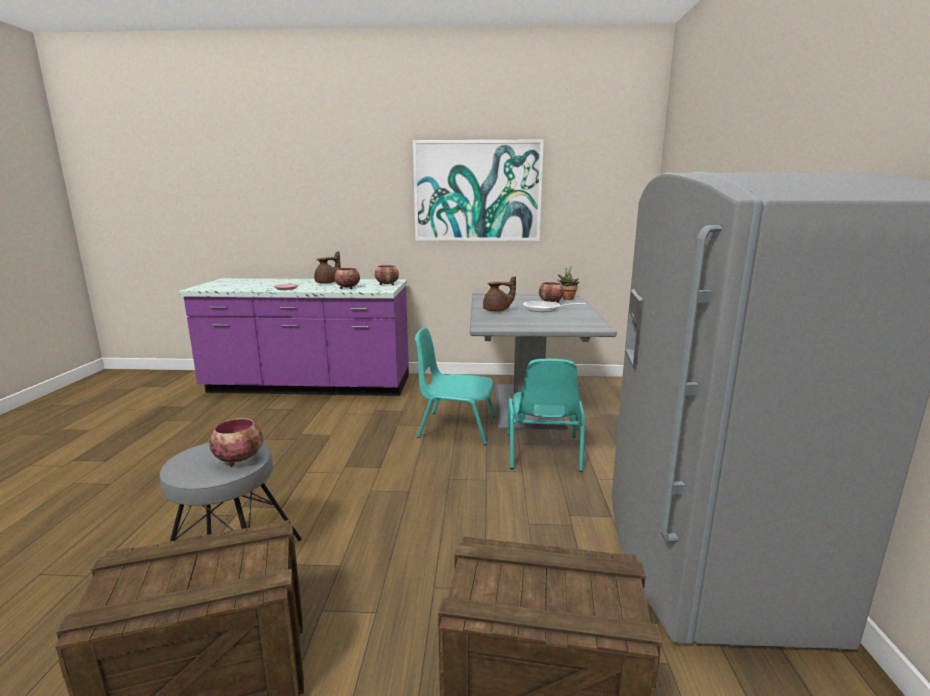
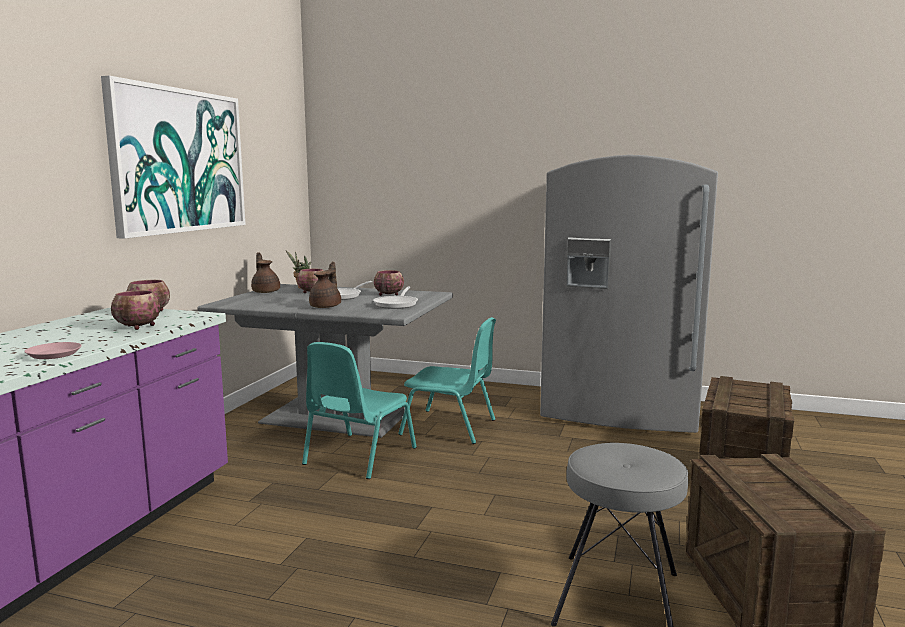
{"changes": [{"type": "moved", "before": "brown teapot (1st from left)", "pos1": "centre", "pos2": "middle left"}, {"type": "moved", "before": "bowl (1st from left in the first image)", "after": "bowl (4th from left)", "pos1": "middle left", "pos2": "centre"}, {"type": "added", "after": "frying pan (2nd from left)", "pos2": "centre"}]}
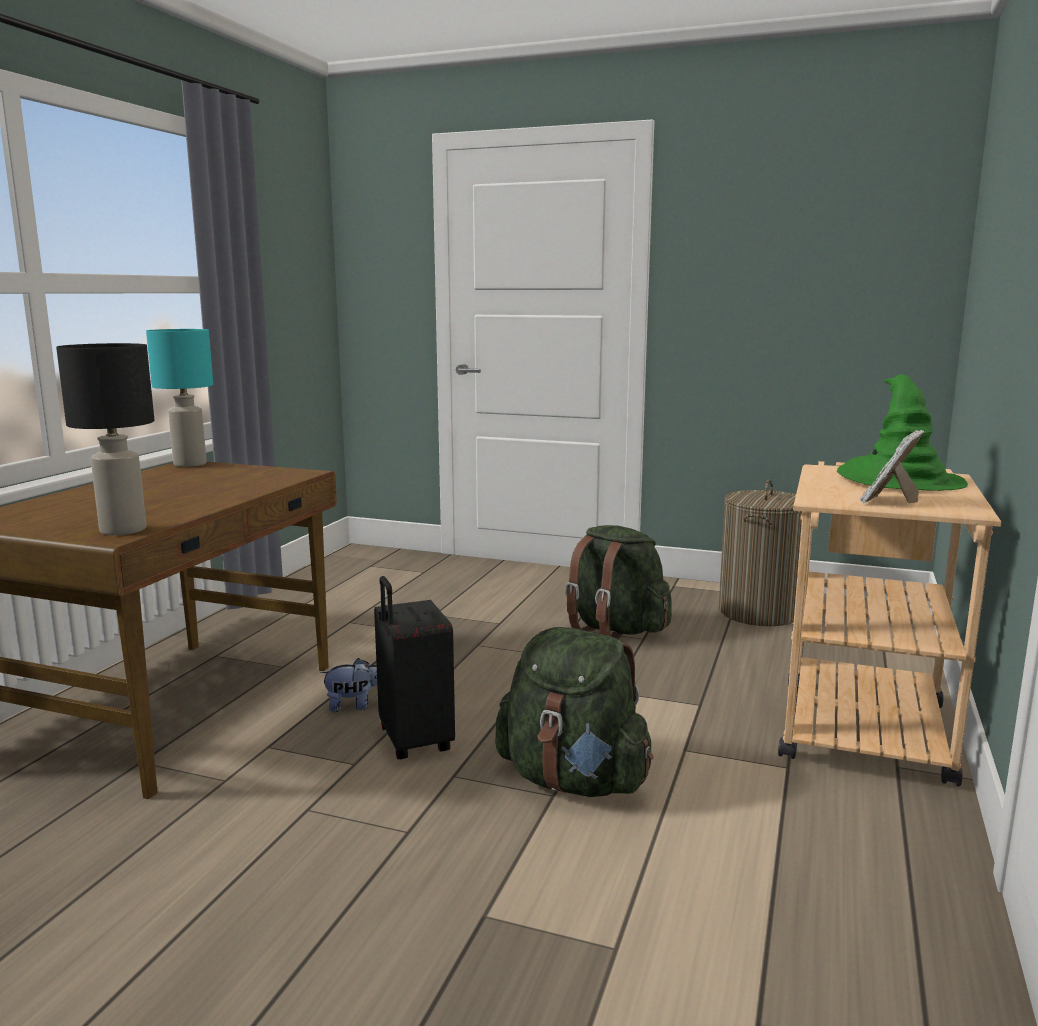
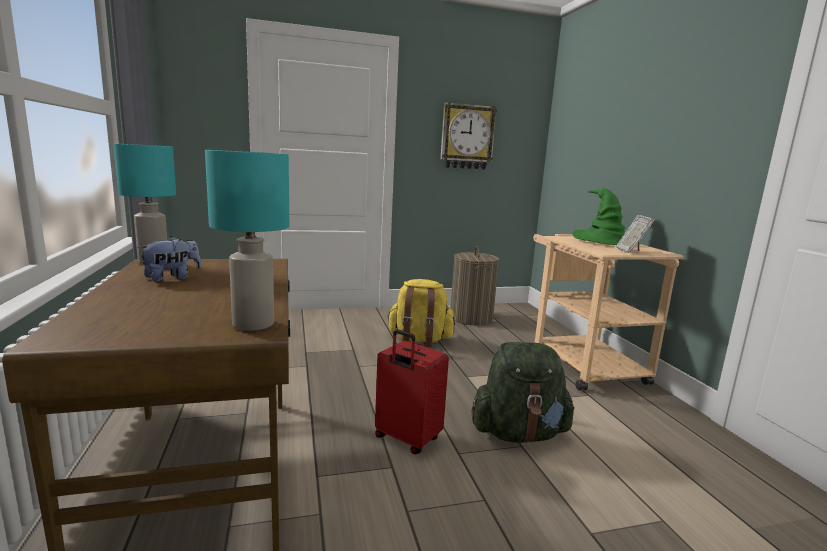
{"changes": [{"type": "recoloured", "before": "black lamp for a table", "after": "turquoise-coloured lamp for a table (2nd from left)", "pos1": "middle left", "pos2": "middle left"}, {"type": "recoloured", "before": "green-coloured rucksack (2nd from left)", "after": "yellowish rucksack", "pos1": "centre", "pos2": "centre"}, {"type": "recoloured", "before": "black piece of luggage", "after": "red-coloured piece of luggage", "pos1": "centre", "pos2": "bottom centre"}, {"type": "moved", "before": "plush toy", "pos1": "bottom centre", "pos2": "middle left"}, {"type": "added", "after": "hanging clock", "pos2": "top centre"}]}
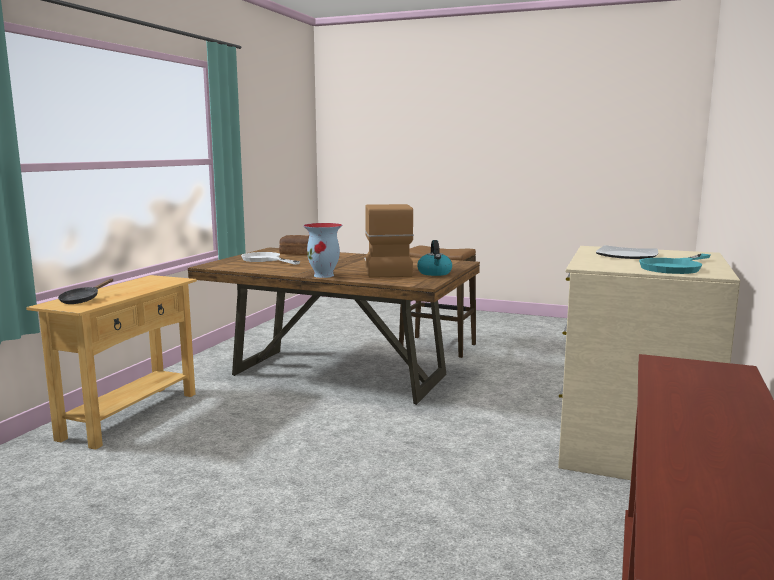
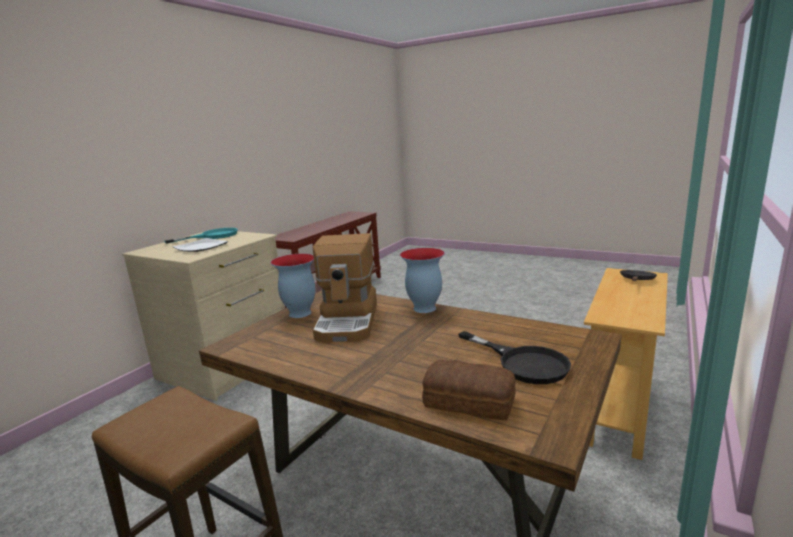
{"changes": [{"type": "replaced", "before": "water kettle", "after": "vase (1st from left)", "pos1": "centre", "pos2": "centre"}, {"type": "recoloured", "before": "white-coloured frying pan", "after": "black frying pan (1st from left)", "pos1": "centre", "pos2": "centre"}]}
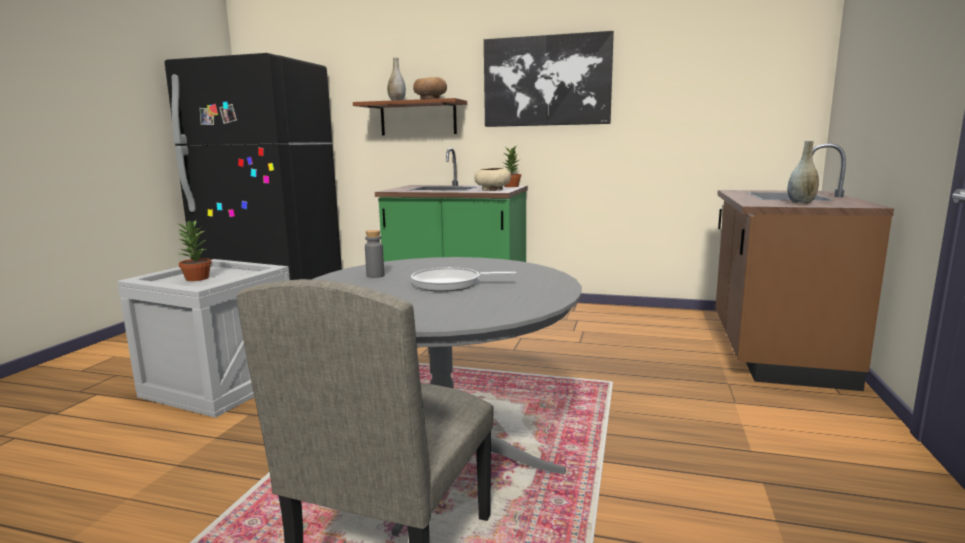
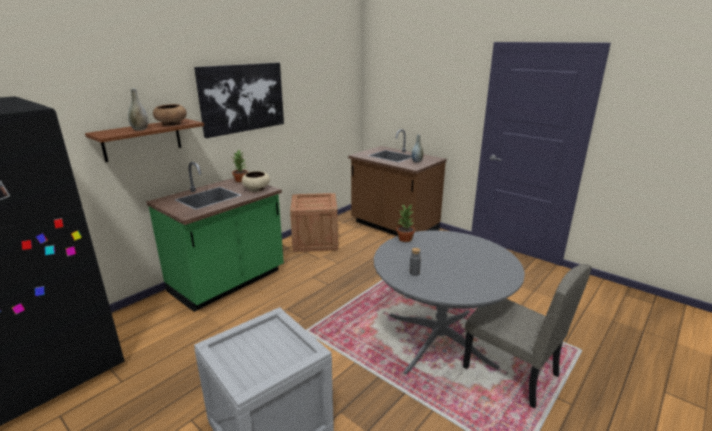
{"changes": [{"type": "moved", "before": "plant in a pot (1st from left in the first image)", "after": "plant in a pot (2nd from left)", "pos1": "middle left", "pos2": "centre"}, {"type": "removed", "before": "frying pan", "pos1": "centre"}, {"type": "added", "after": "crate (2nd from left)", "pos2": "centre"}]}
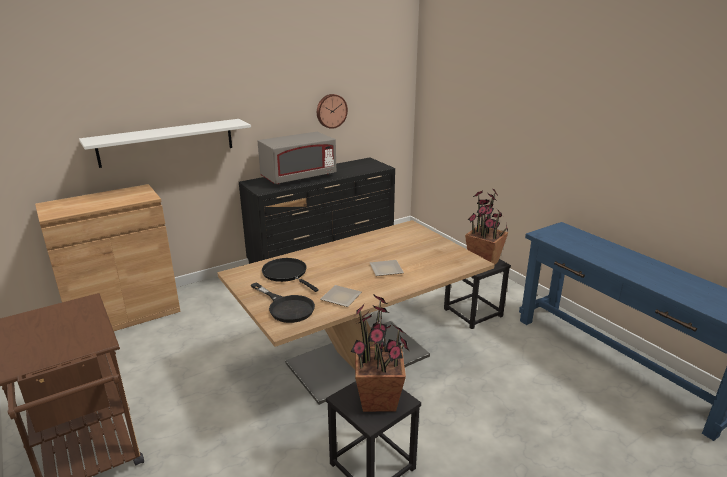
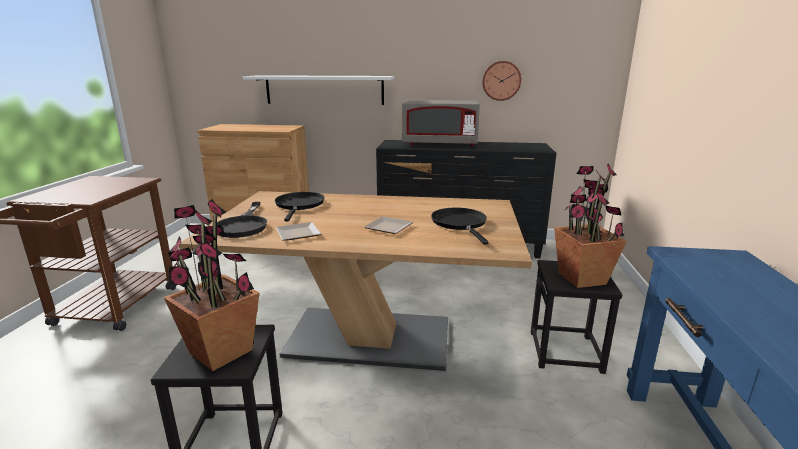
{"changes": [{"type": "added", "after": "black frying pan (3rd from left)", "pos2": "centre"}]}
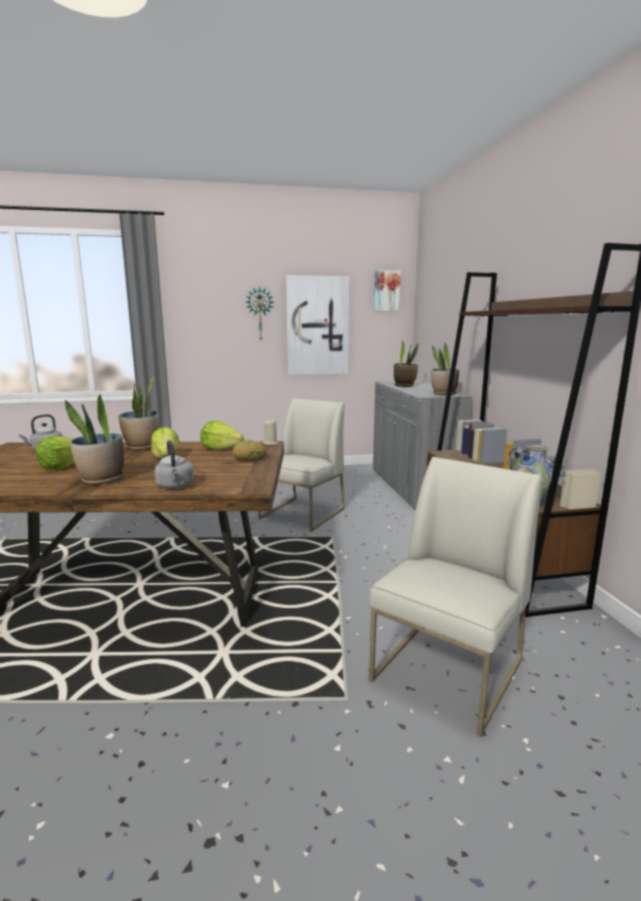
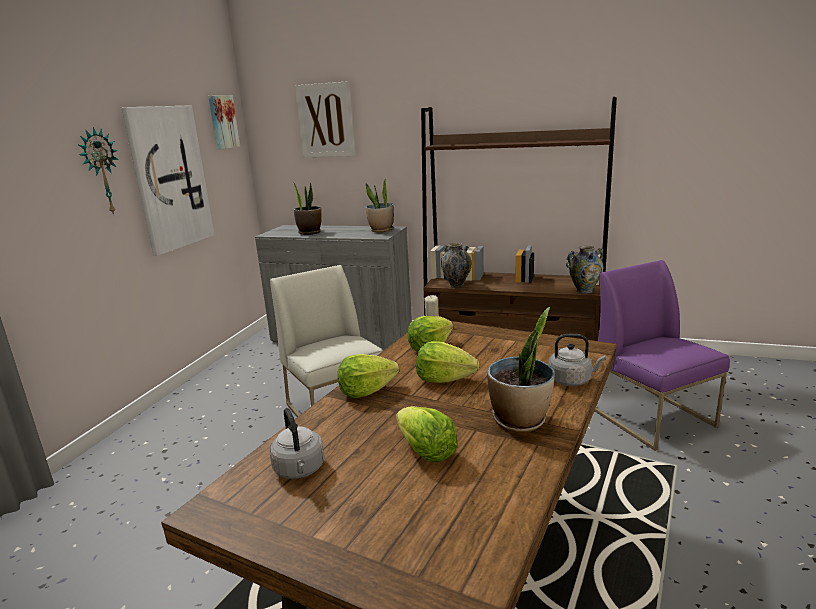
{"changes": [{"type": "replaced", "before": "plant in a pot (2nd from left)", "after": "lettuce head (1st from left)", "pos1": "middle left", "pos2": "centre"}, {"type": "removed", "before": "baked bread", "pos1": "centre"}, {"type": "recoloured", "before": "white-coloured upright chair (2nd from left)", "after": "purplish upright chair", "pos1": "middle right", "pos2": "middle right"}, {"type": "added", "after": "wall picture (3rd from left)", "pos2": "top centre"}, {"type": "added", "after": "vase (1st from left)", "pos2": "centre"}]}
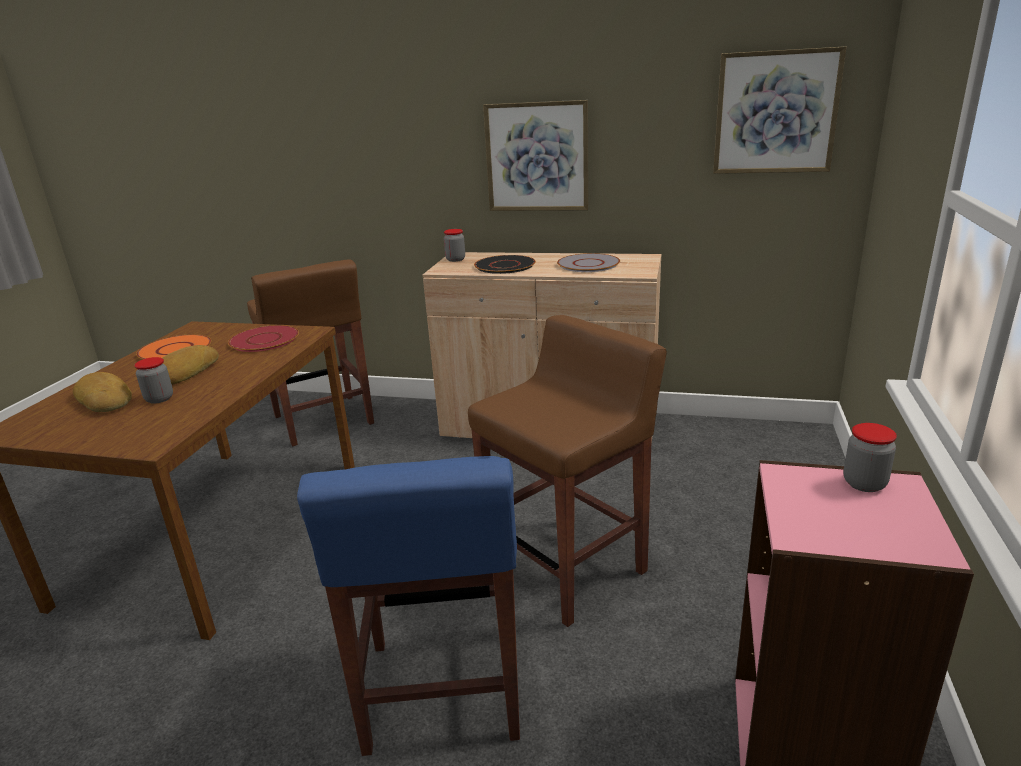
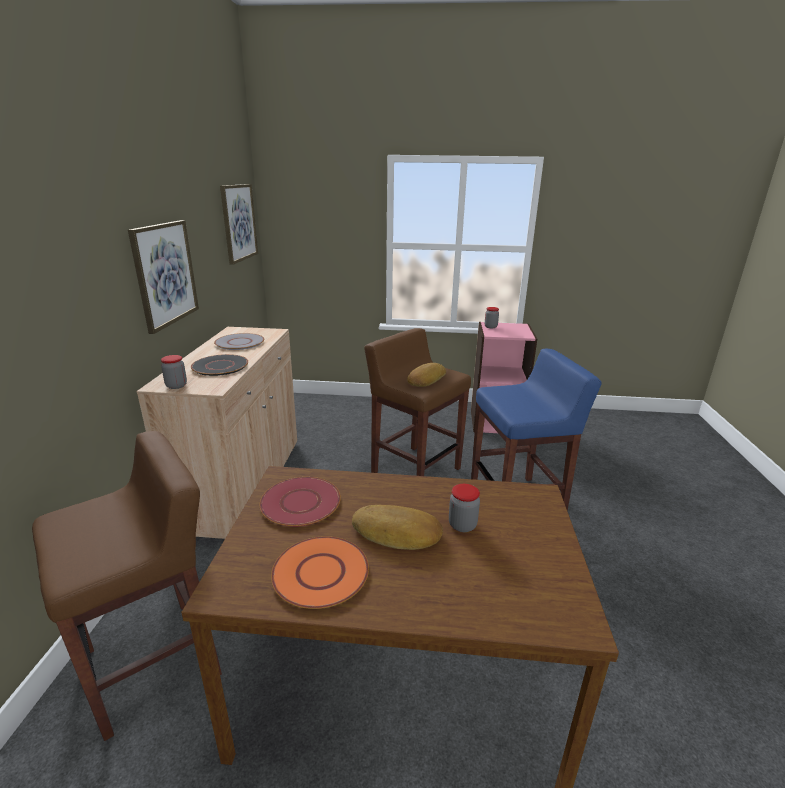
{"changes": [{"type": "moved", "before": "baked bread (1st from left in the first image)", "after": "baked bread (2nd from left)", "pos1": "middle left", "pos2": "centre"}]}
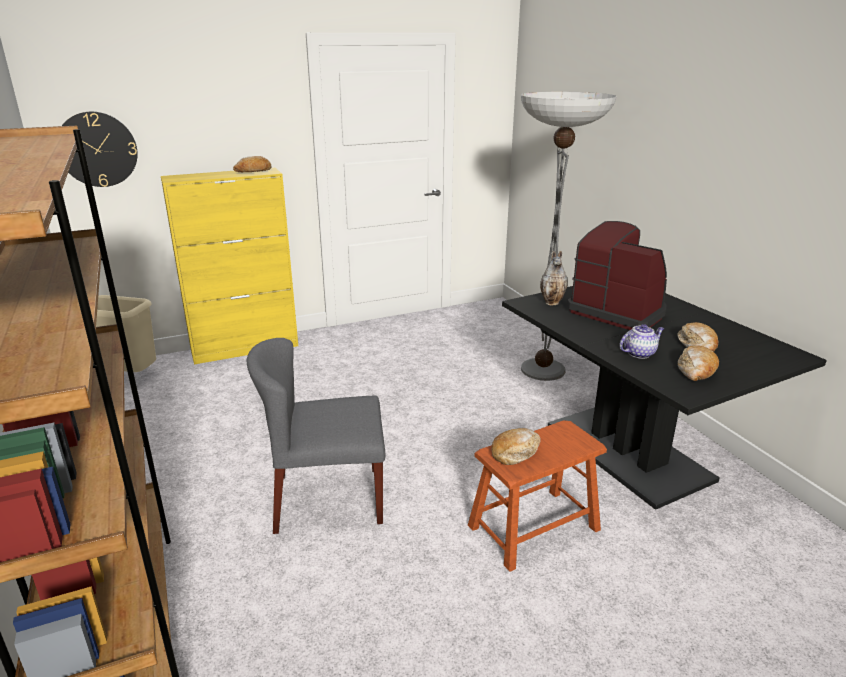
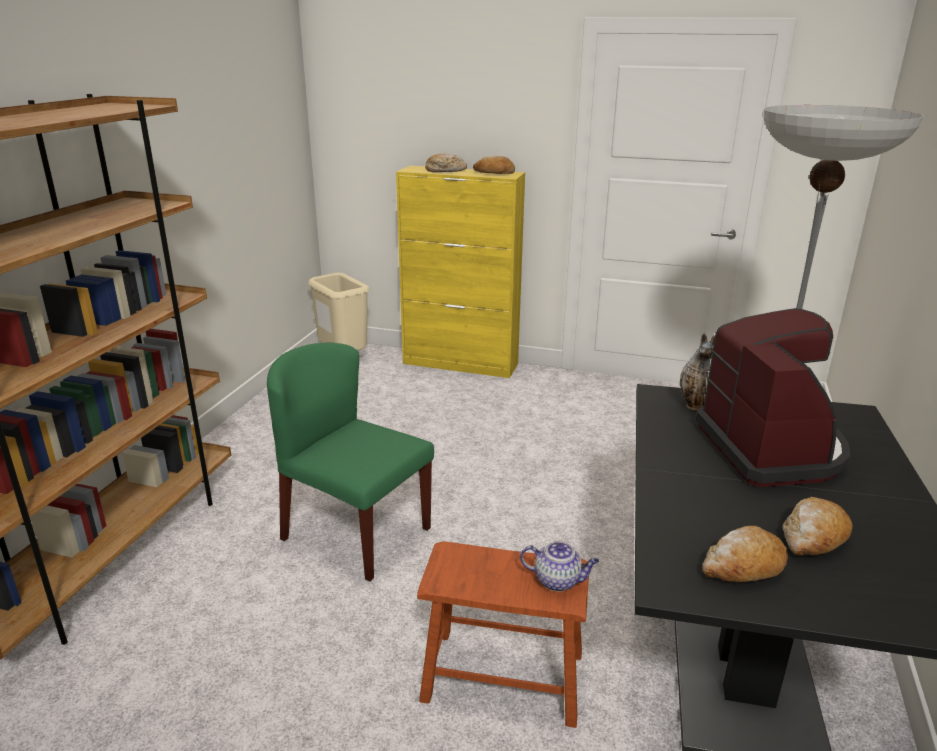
{"changes": [{"type": "removed", "before": "hanging clock", "pos1": "top left"}, {"type": "moved", "before": "teapot", "pos1": "middle right", "pos2": "bottom centre"}, {"type": "recoloured", "before": "gray upright chair", "after": "green-coloured upright chair", "pos1": "centre", "pos2": "centre"}, {"type": "moved", "before": "baked bread (2nd from left in the first image)", "after": "baked bread (1st from left)", "pos1": "centre", "pos2": "top centre"}]}
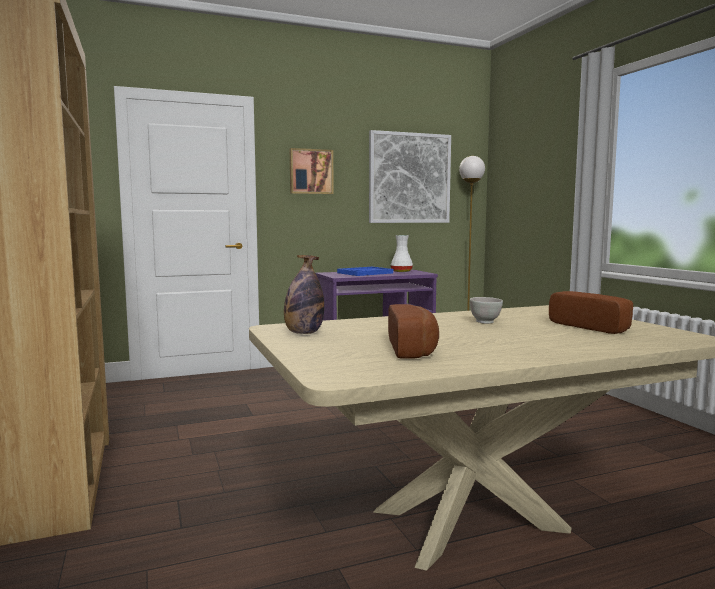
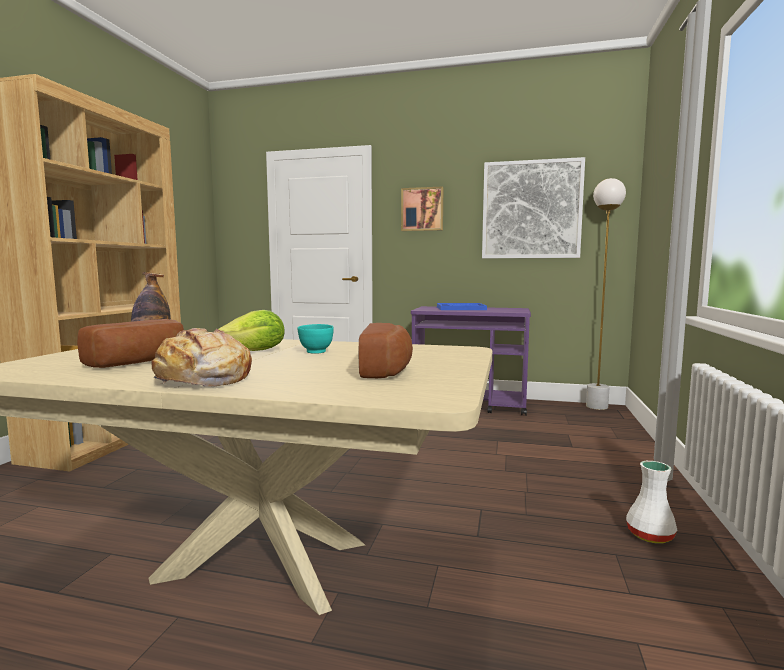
{"changes": [{"type": "moved", "before": "white-coloured vase", "pos1": "centre", "pos2": "bottom right"}, {"type": "recoloured", "before": "white-coloured bowl", "after": "turquoise-coloured bowl", "pos1": "middle right", "pos2": "centre"}, {"type": "added", "after": "lettuce head", "pos2": "middle left"}, {"type": "added", "after": "baked bread (2nd from left)", "pos2": "middle left"}]}
